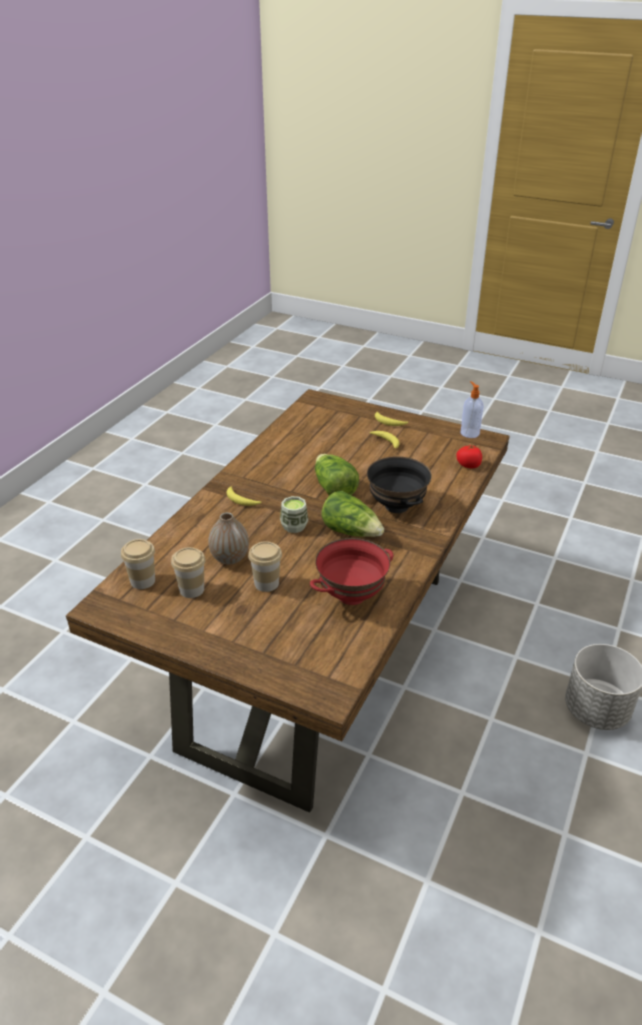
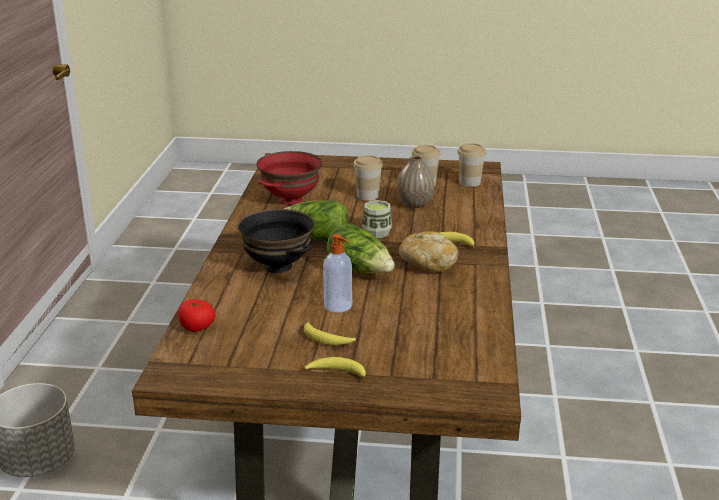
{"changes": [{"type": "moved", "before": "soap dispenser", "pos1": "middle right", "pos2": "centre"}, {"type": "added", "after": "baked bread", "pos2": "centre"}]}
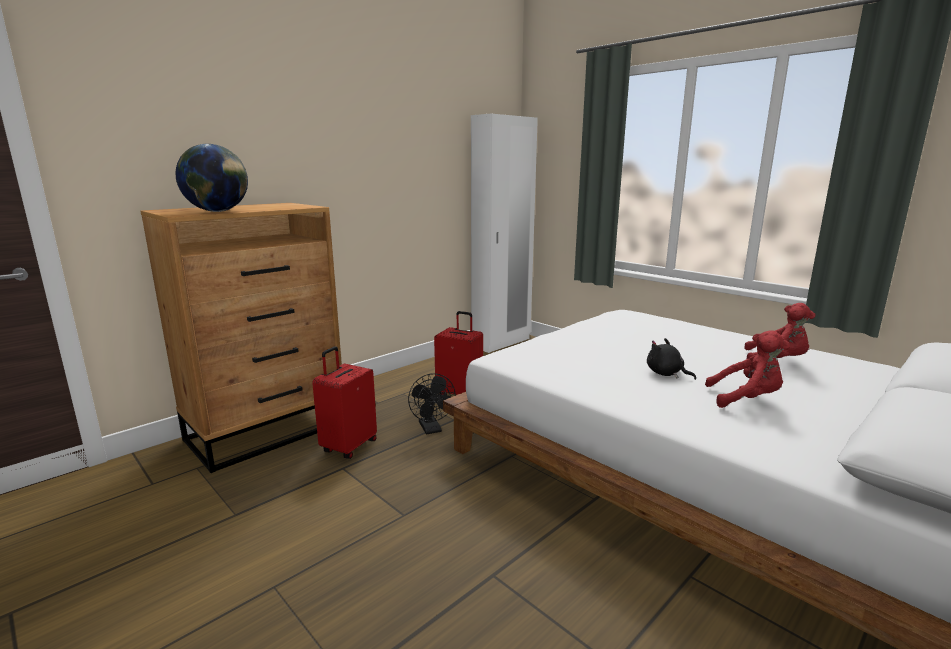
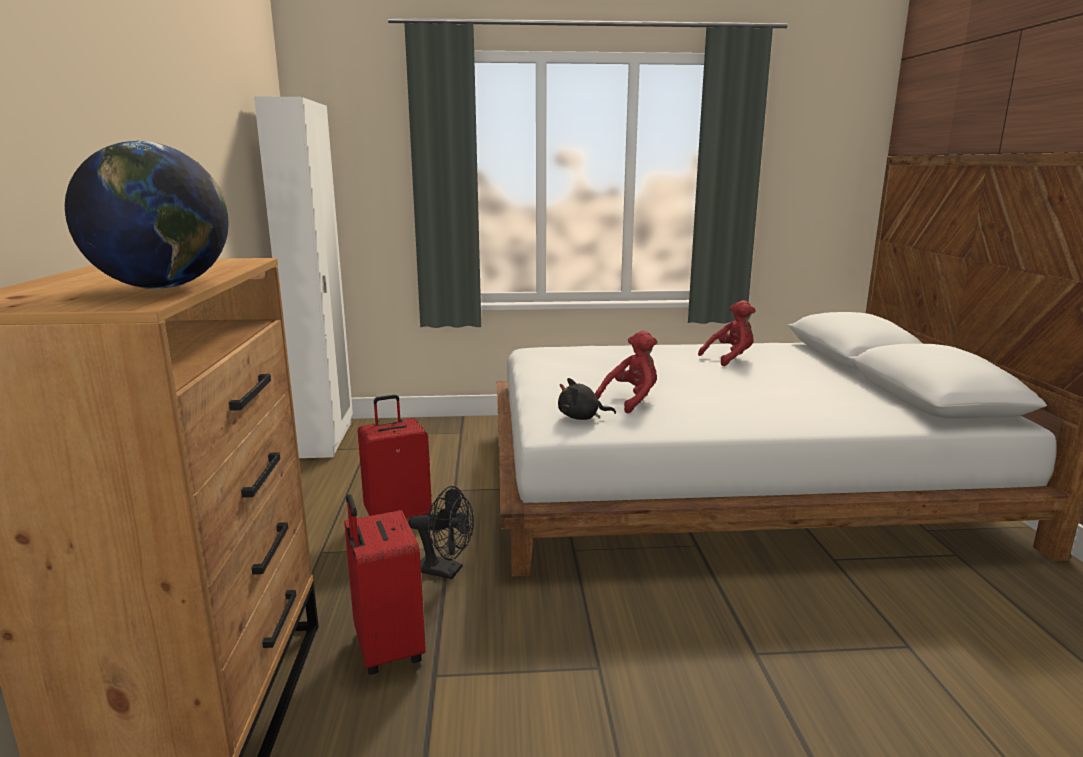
{"changes": [{"type": "moved", "before": "red-coloured plush toy (1st from left)", "pos1": "middle right", "pos2": "centre"}, {"type": "moved", "before": "black plush toy", "pos1": "middle right", "pos2": "centre"}]}
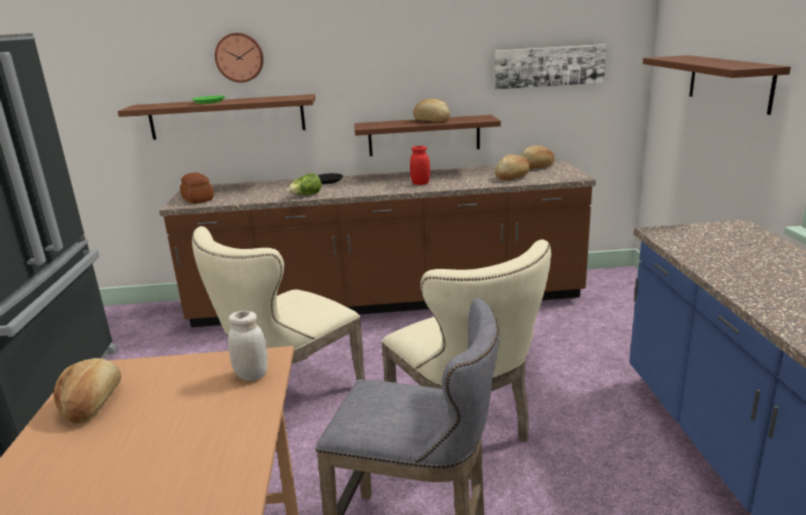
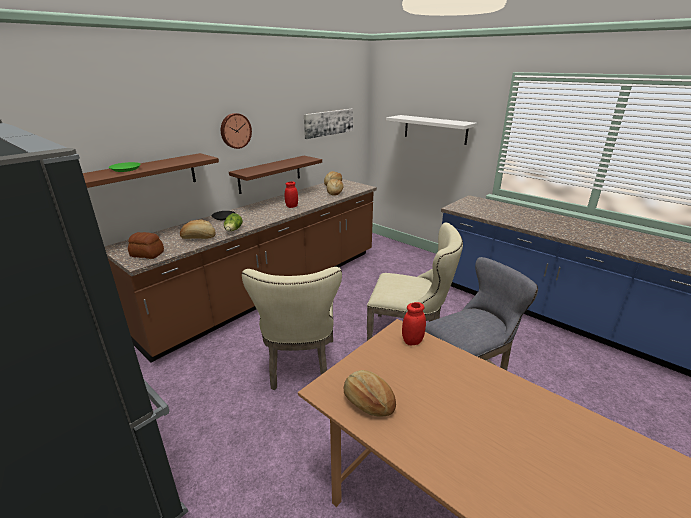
{"changes": [{"type": "moved", "before": "hanging clock", "pos1": "top left", "pos2": "top centre"}, {"type": "recoloured", "before": "brown bracket shelf (3rd from left)", "after": "white-coloured bracket shelf", "pos1": "top right", "pos2": "top centre"}, {"type": "moved", "before": "baked bread (3rd from left in the first image)", "after": "baked bread (2nd from left)", "pos1": "top centre", "pos2": "middle left"}, {"type": "recoloured", "before": "white-coloured preserve jar", "after": "red-coloured preserve jar (2nd from left)", "pos1": "bottom left", "pos2": "centre"}]}
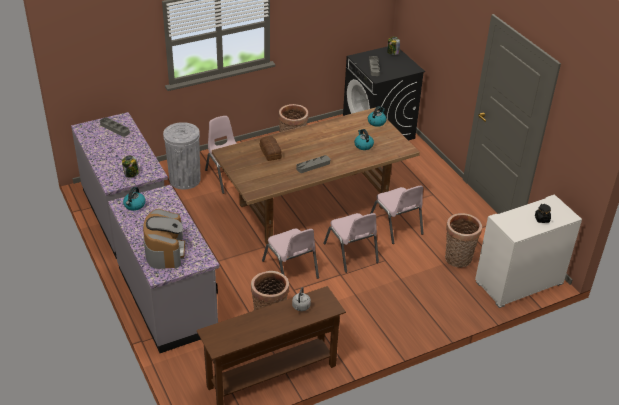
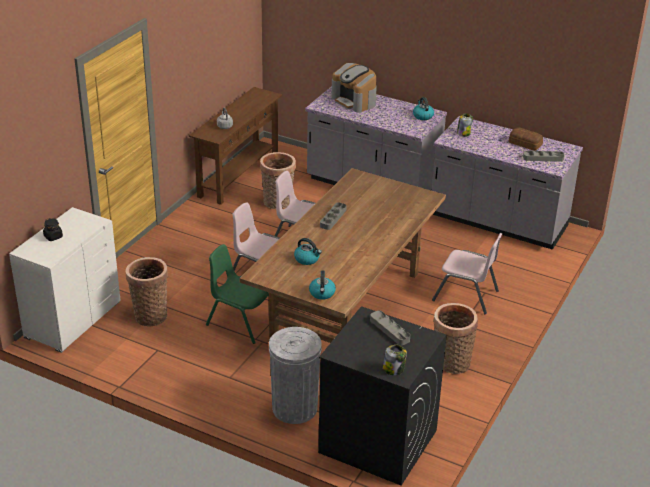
{"changes": [{"type": "moved", "before": "gray waste bin", "pos1": "middle left", "pos2": "bottom centre"}, {"type": "moved", "before": "baked bread", "pos1": "centre", "pos2": "top right"}, {"type": "recoloured", "before": "pink upright chair (4th from left)", "after": "green-coloured upright chair", "pos1": "centre", "pos2": "centre"}]}
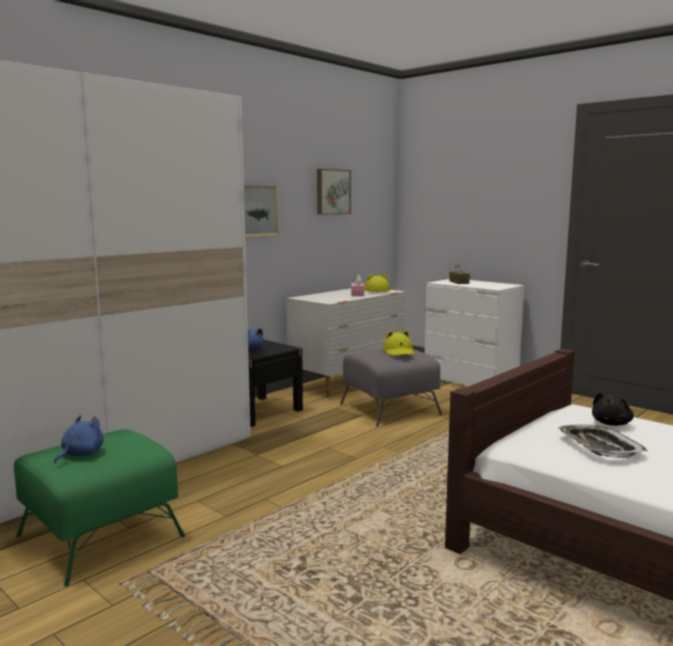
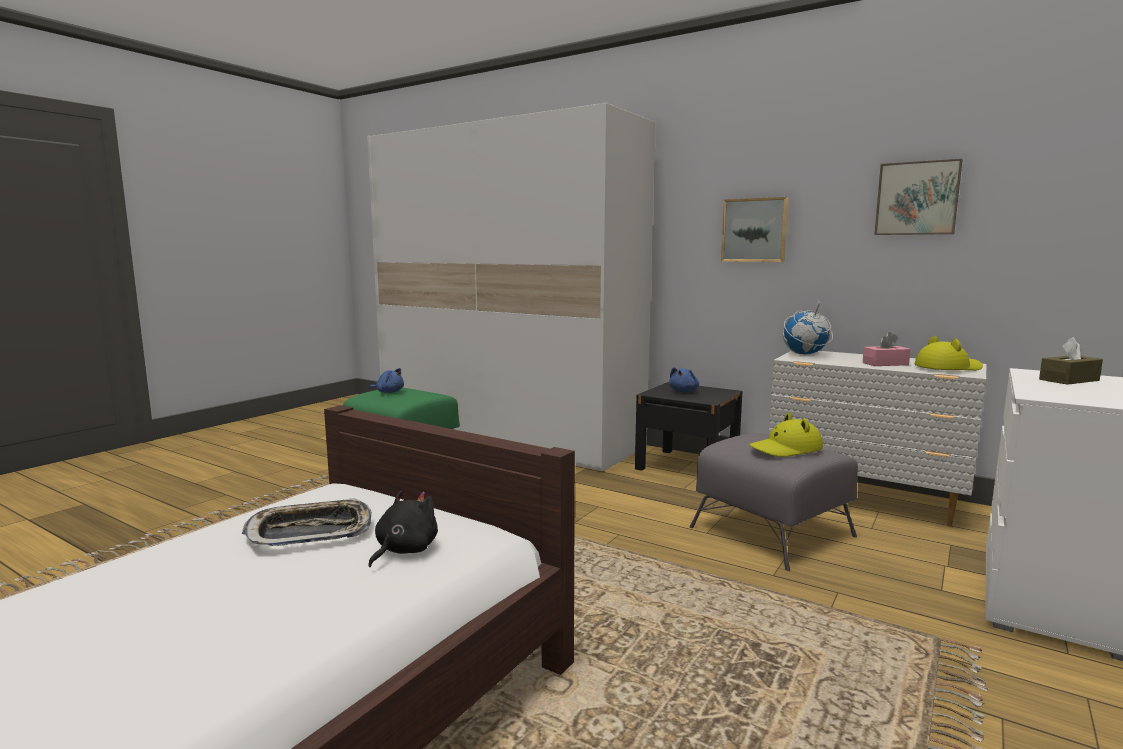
{"changes": [{"type": "turned", "before": "black plush toy", "pos1": "middle right", "pos2": "bottom centre", "turn": 90}, {"type": "added", "after": "globe", "pos2": "middle right"}]}
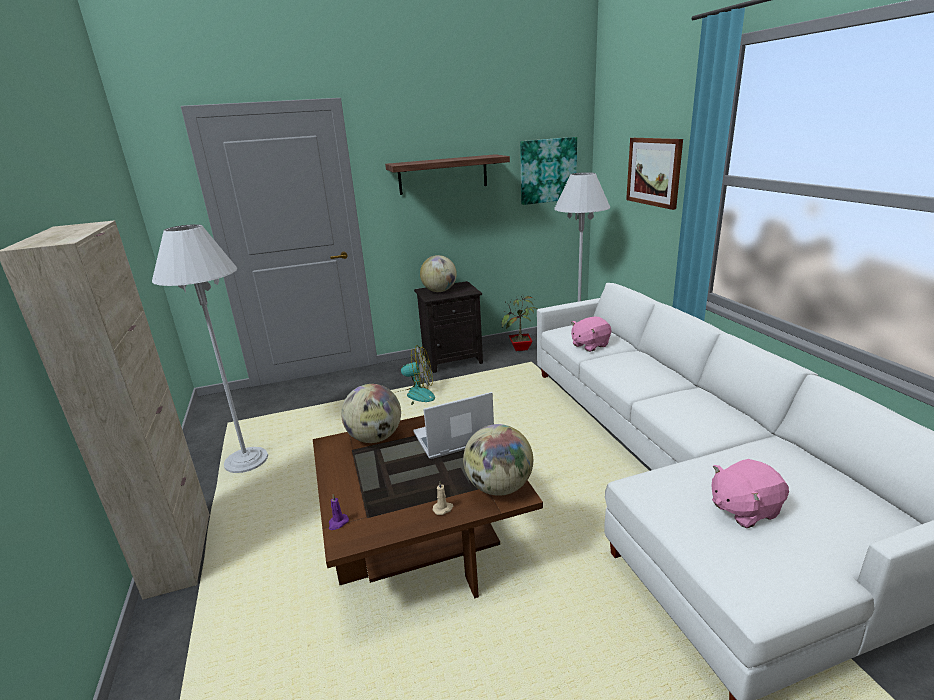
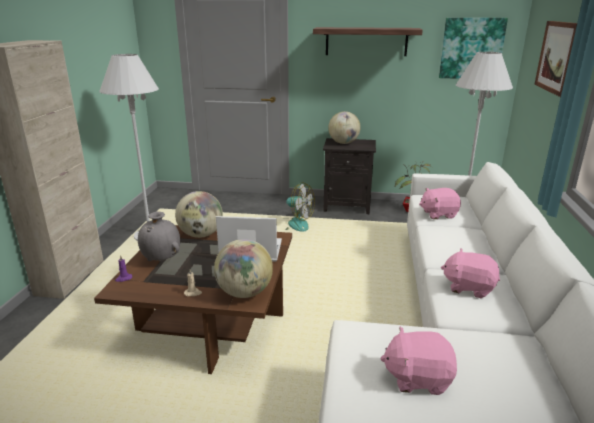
{"changes": [{"type": "added", "after": "gray vase", "pos2": "middle left"}, {"type": "added", "after": "pink plush toy (3rd from left)", "pos2": "middle right"}]}
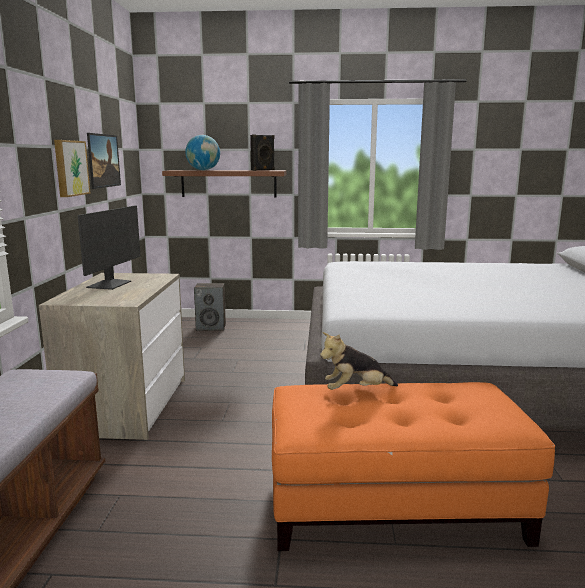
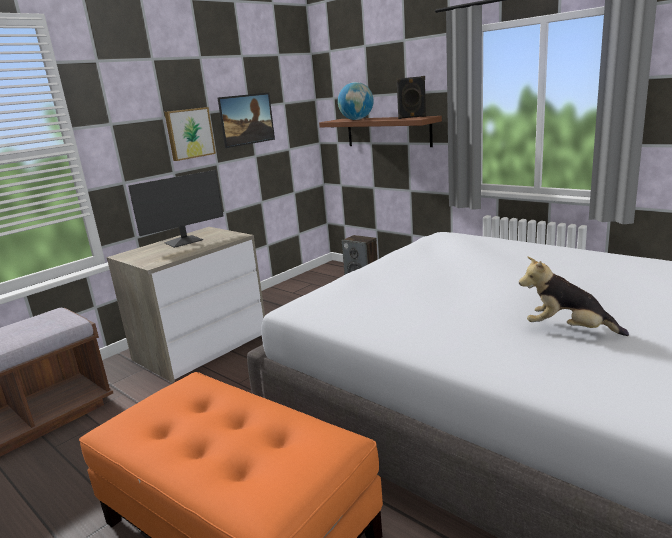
{"changes": [{"type": "moved", "before": "plush toy", "pos1": "centre", "pos2": "middle right"}]}
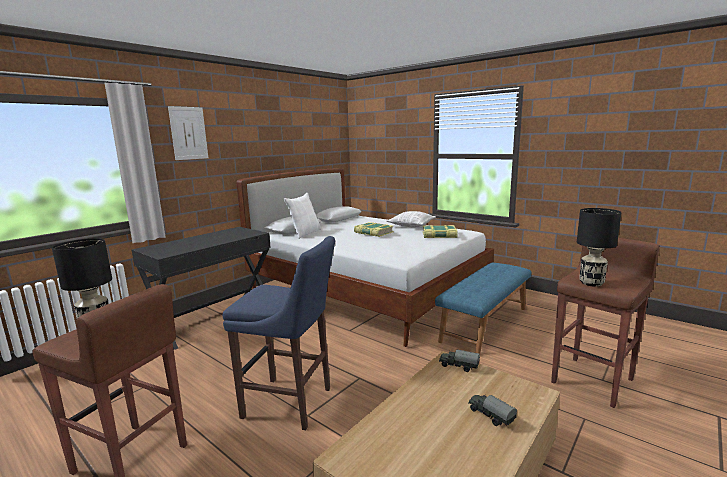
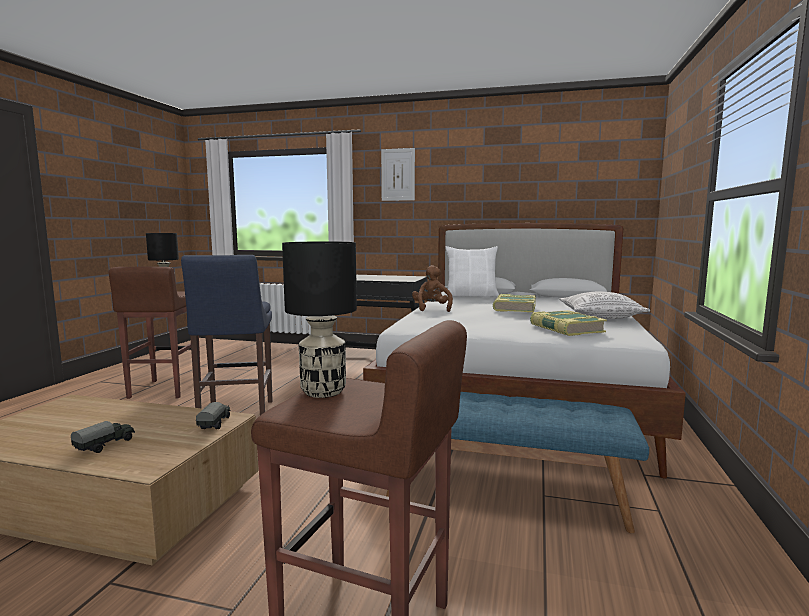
{"changes": [{"type": "added", "after": "brown plush toy", "pos2": "centre"}]}
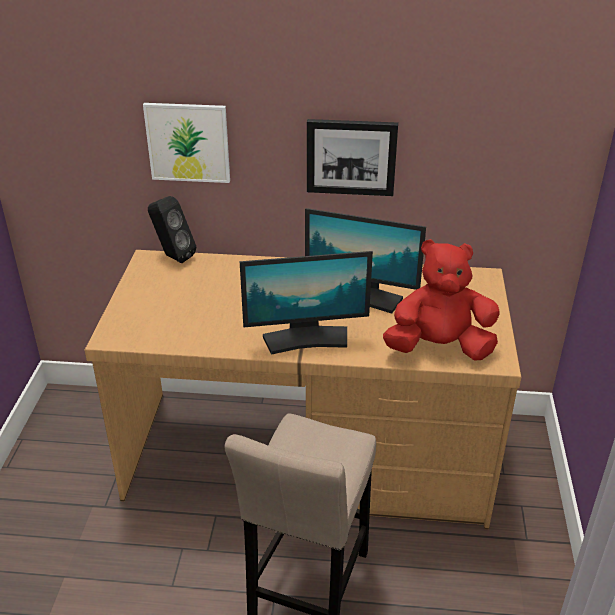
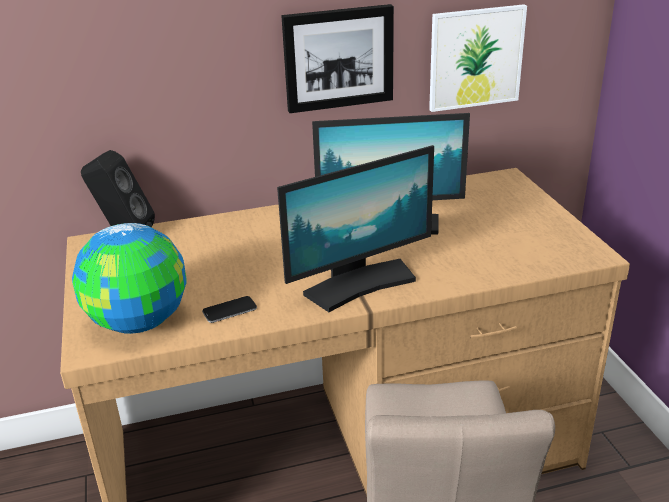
{"changes": [{"type": "moved", "before": "wall picture (1st from left in the first image)", "after": "wall picture (2nd from left)", "pos1": "top left", "pos2": "top right"}, {"type": "removed", "before": "red-coloured plush toy", "pos1": "middle right"}, {"type": "added", "after": "globe", "pos2": "middle left"}, {"type": "added", "after": "phone", "pos2": "centre"}]}
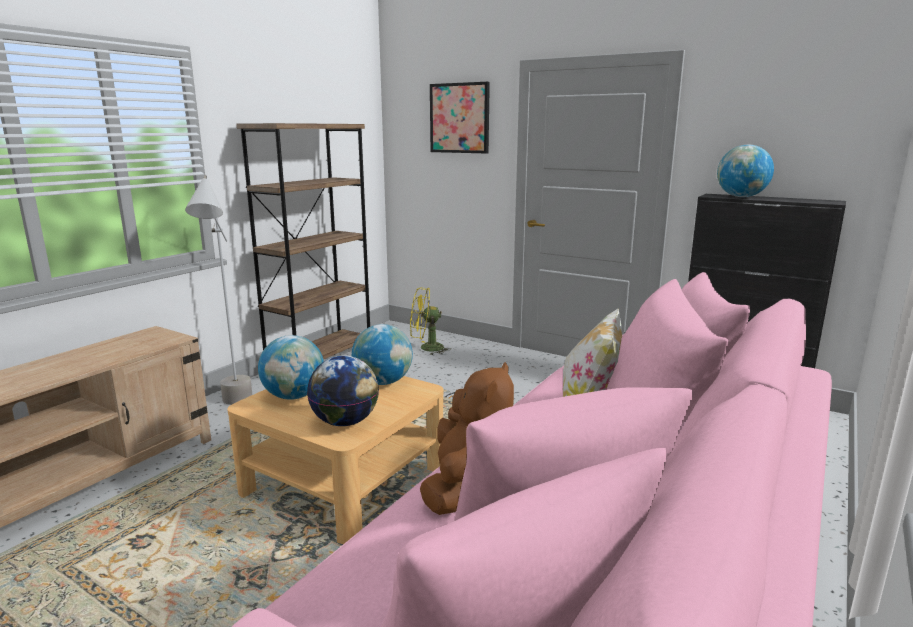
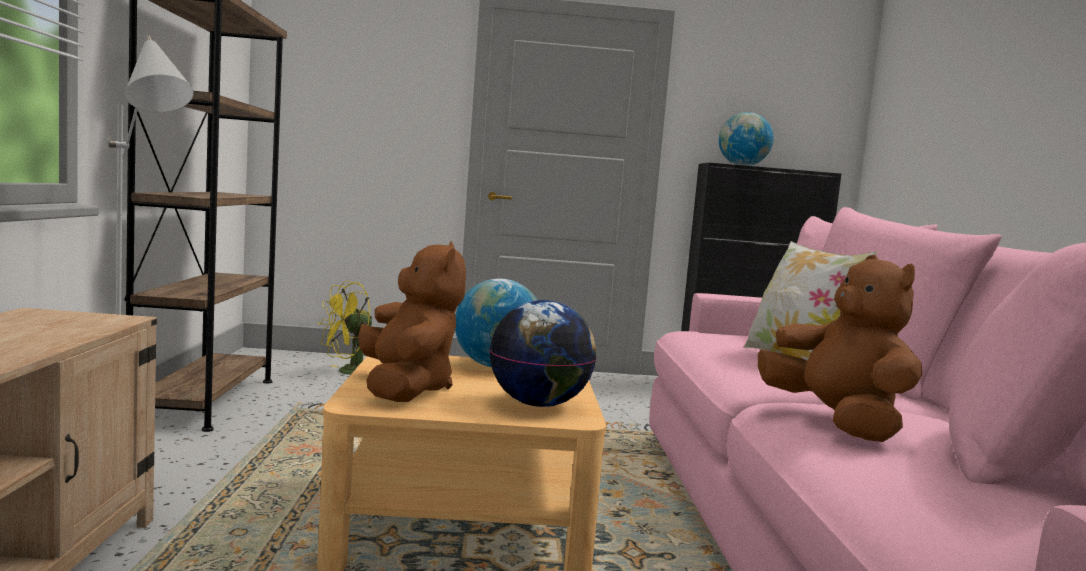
{"changes": [{"type": "removed", "before": "wall picture", "pos1": "top centre"}, {"type": "replaced", "before": "globe (1st from left)", "after": "brown plush toy (1st from left)", "pos1": "middle left", "pos2": "centre"}]}
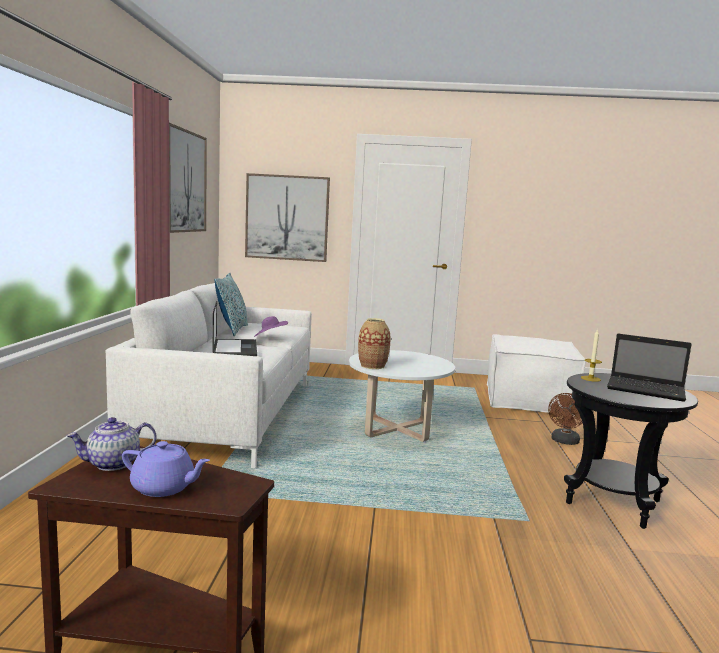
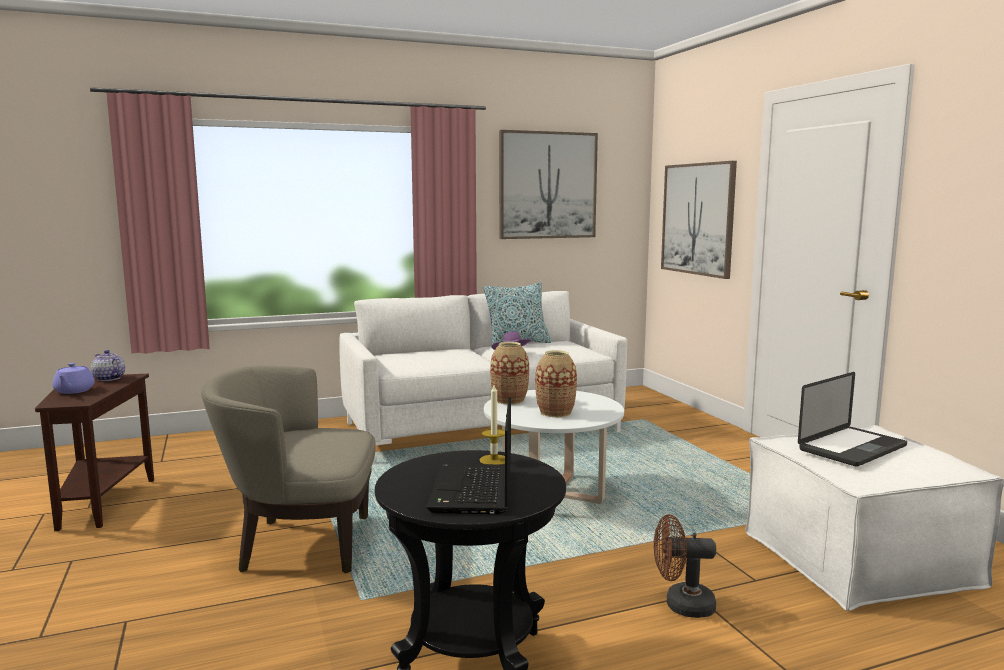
{"changes": [{"type": "moved", "before": "notebook computer (1st from left in the first image)", "after": "notebook computer (2nd from left)", "pos1": "middle left", "pos2": "middle right"}, {"type": "added", "after": "vase (2nd from left)", "pos2": "centre"}, {"type": "added", "after": "sand-coloured easy chair", "pos2": "bottom left"}]}
